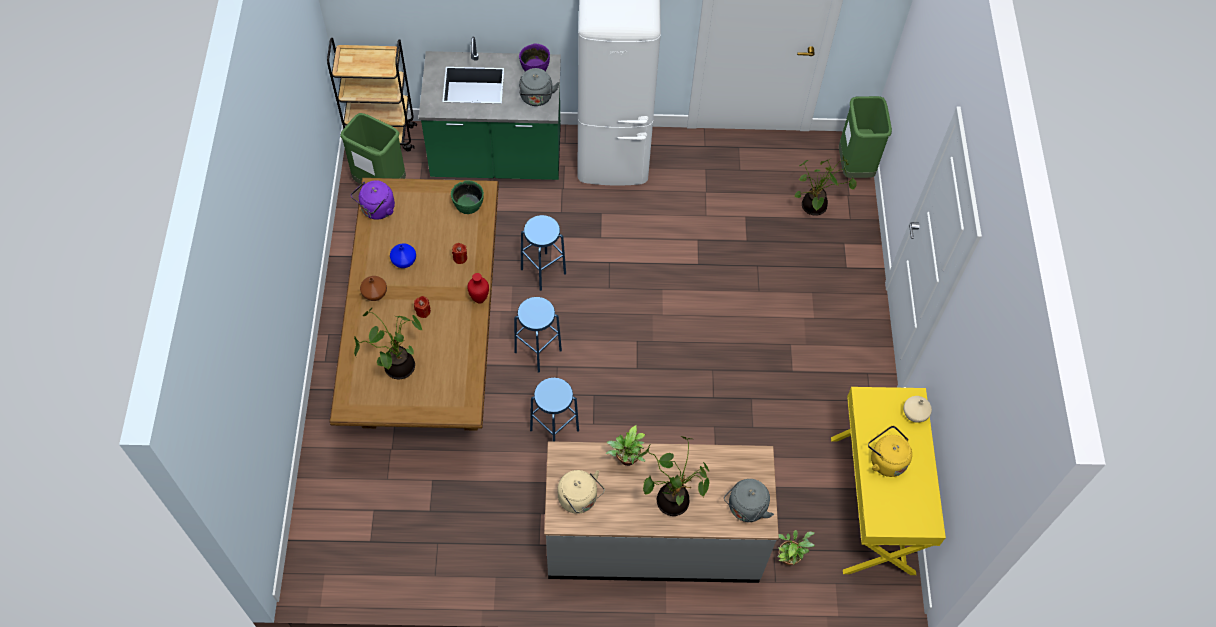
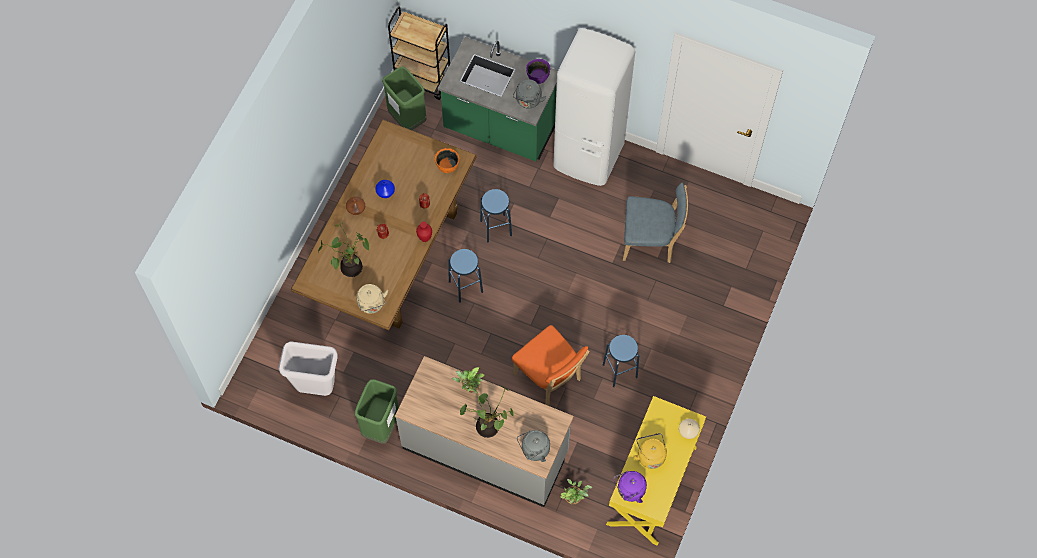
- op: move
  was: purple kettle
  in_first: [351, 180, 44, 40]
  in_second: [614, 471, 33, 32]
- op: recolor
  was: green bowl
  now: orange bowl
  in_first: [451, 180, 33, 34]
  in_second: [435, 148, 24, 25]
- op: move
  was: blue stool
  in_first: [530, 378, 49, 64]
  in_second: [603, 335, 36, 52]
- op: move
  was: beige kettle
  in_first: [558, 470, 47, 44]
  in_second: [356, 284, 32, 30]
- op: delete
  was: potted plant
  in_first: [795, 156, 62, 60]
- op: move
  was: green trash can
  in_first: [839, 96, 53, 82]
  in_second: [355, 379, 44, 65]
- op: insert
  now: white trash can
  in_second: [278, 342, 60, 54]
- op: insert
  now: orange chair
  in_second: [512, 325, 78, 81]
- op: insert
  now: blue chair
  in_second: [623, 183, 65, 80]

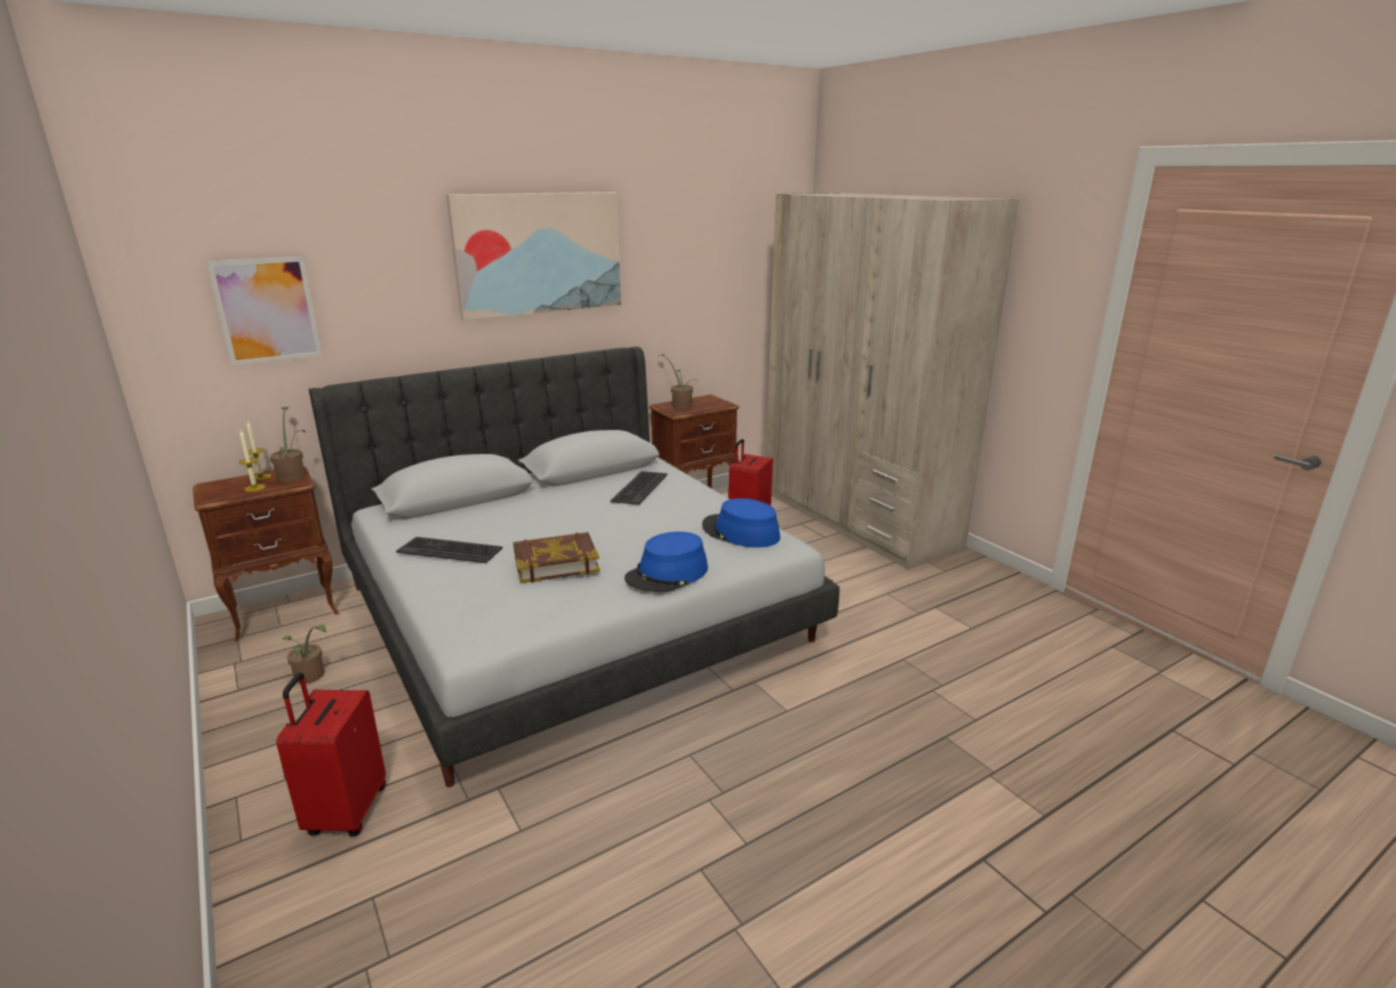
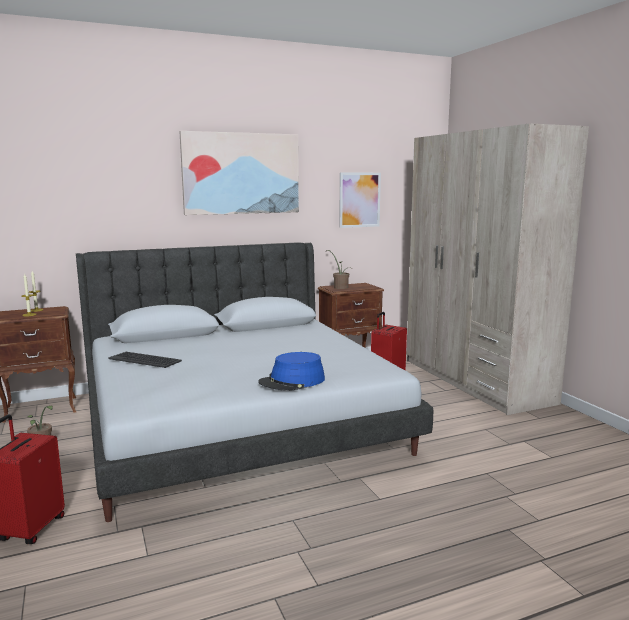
- op: move
  was: picture
  in_first: [207, 257, 115, 108]
  in_second: [339, 172, 42, 56]
- op: delete
  was: potted plant
  in_first: [270, 407, 36, 75]
- op: delete
  was: book
  in_first: [513, 532, 87, 51]
- op: delete
  was: keyboard
  in_first: [610, 471, 58, 34]
- op: delete
  was: blue hat
  in_first: [702, 498, 78, 50]

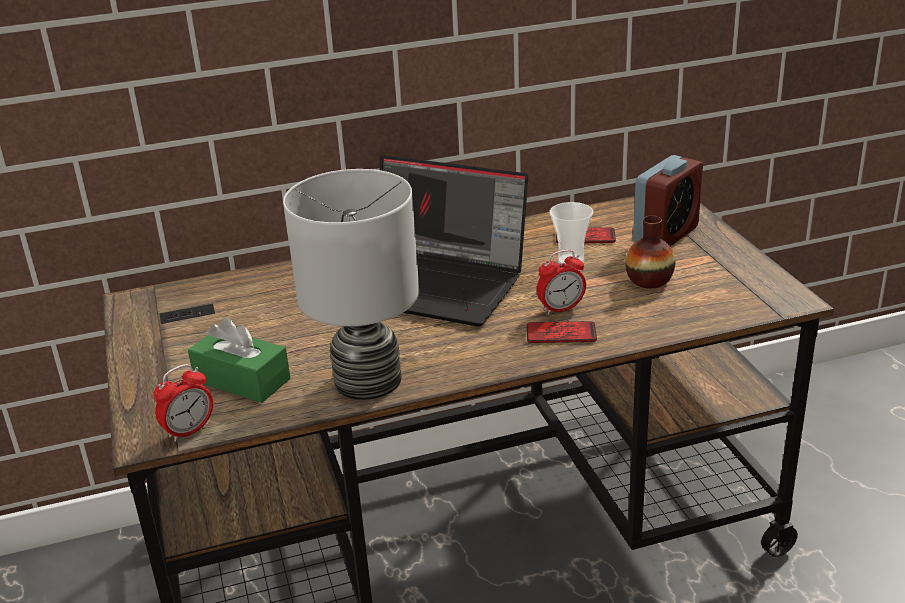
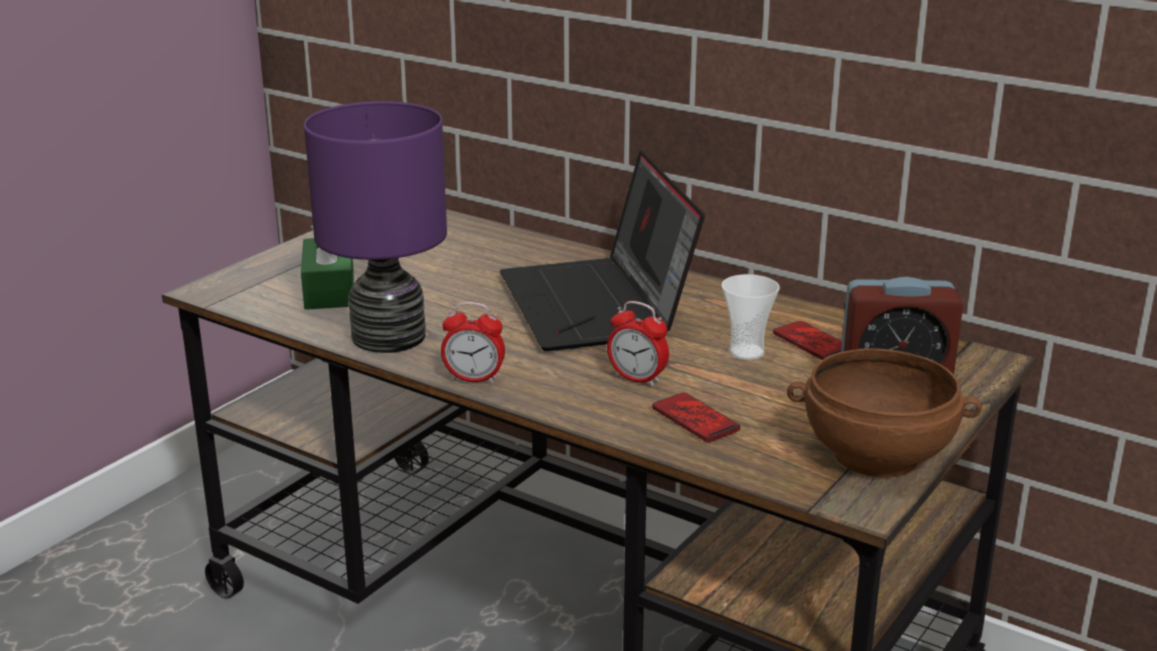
- op: move
  was: alarm clock
  in_first: [153, 364, 60, 78]
  in_second: [441, 302, 64, 82]
- op: recolor
  was: grey table lamp
  now: purple table lamp
  in_first: [283, 169, 136, 231]
  in_second: [304, 101, 143, 252]
- op: move
  was: phone
  in_first: [527, 321, 70, 22]
  in_second: [652, 393, 88, 49]
- op: delete
  was: vase
  in_first: [625, 215, 50, 73]
- op: insert
  now: brown bowl
  in_second: [787, 348, 195, 129]

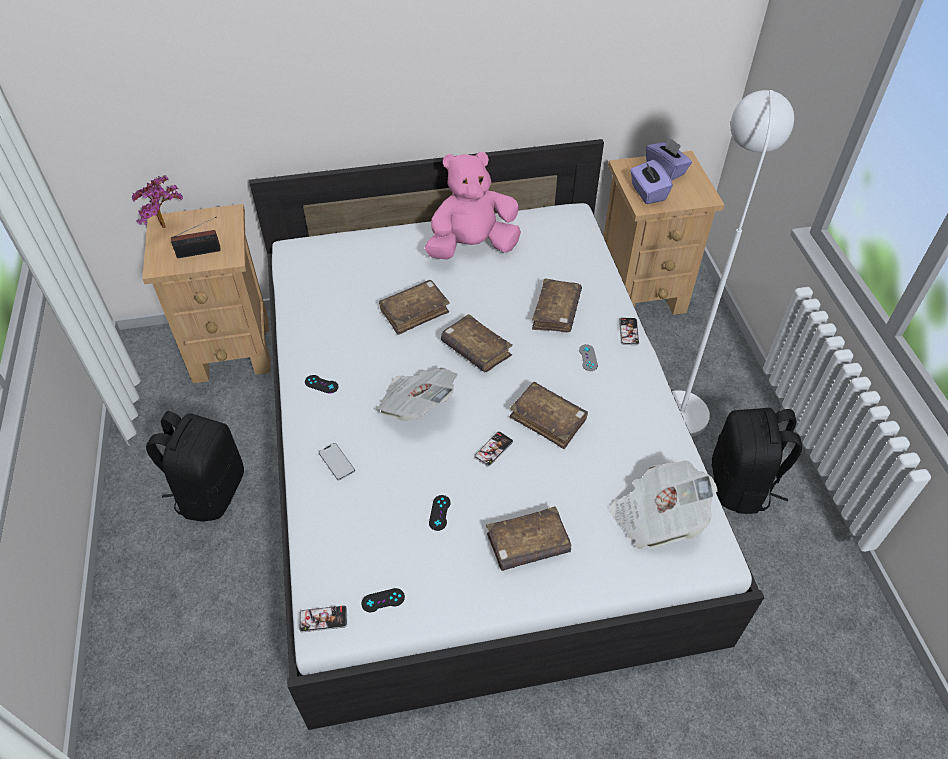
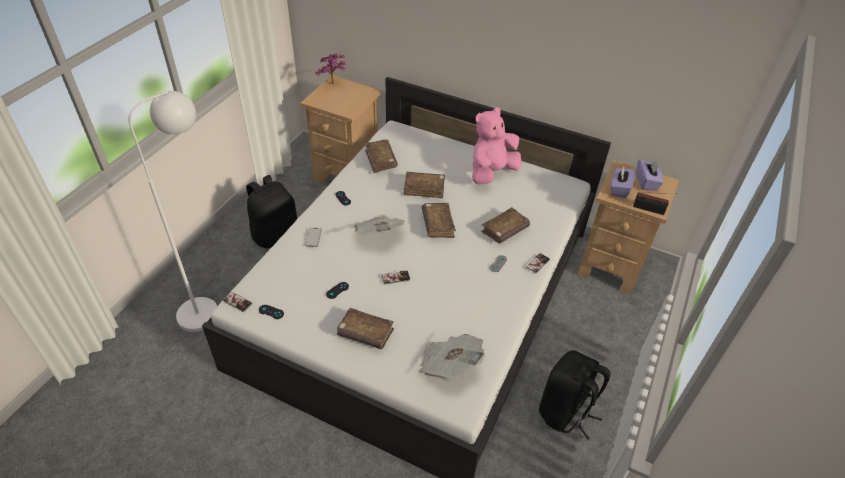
- op: move
  was: radio
  in_first: [171, 217, 50, 41]
  in_second: [633, 192, 44, 23]
- op: rotate
  was: pink plush toy
  in_first: [425, 152, 96, 108]
  in_second: [472, 107, 49, 78]
  clockwise: -60
- op: move
  was: brown book
  in_first: [509, 382, 79, 67]
  in_second: [365, 139, 33, 34]
- op: move
  was: white floor lamp
  in_first: [672, 90, 122, 347]
  in_second: [128, 91, 89, 241]

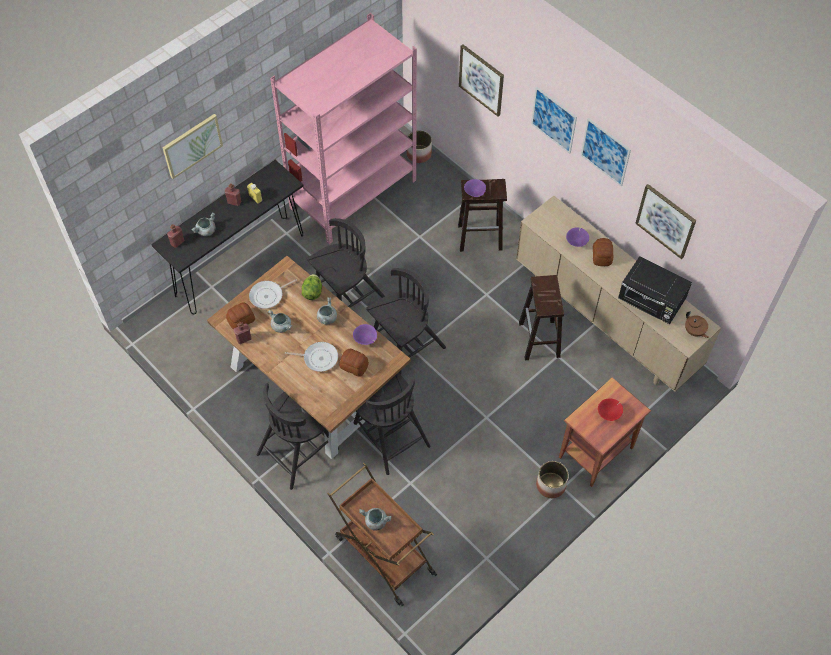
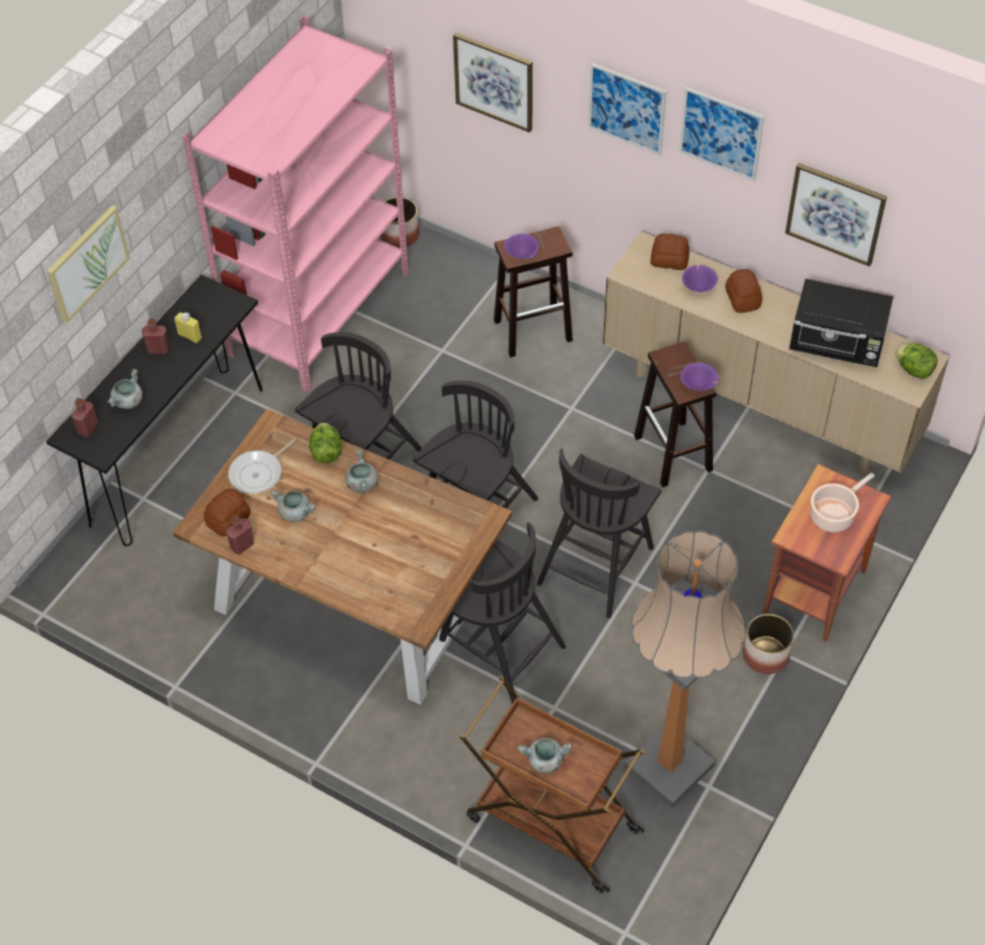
- op: move
  was: black chair
  in_first: [257, 383, 82, 107]
  in_second: [537, 448, 125, 170]
- op: delete
  was: frying pan
  in_first: [285, 342, 53, 30]
- op: move
  was: bread
  in_first: [339, 349, 30, 28]
  in_second: [651, 233, 38, 37]
- op: move
  was: purple bowl
  in_first: [353, 324, 24, 21]
  in_second: [681, 362, 38, 29]
- op: replace
  was: red bowl
  now: cooking pot
  in_first: [598, 398, 25, 23]
  in_second: [811, 473, 64, 59]
- op: replace
  was: brown teapot
  now: lettuce
  in_first: [685, 311, 24, 27]
  in_second: [895, 343, 43, 36]
- op: insert
  now: floor lamp
  in_second: [624, 530, 122, 278]

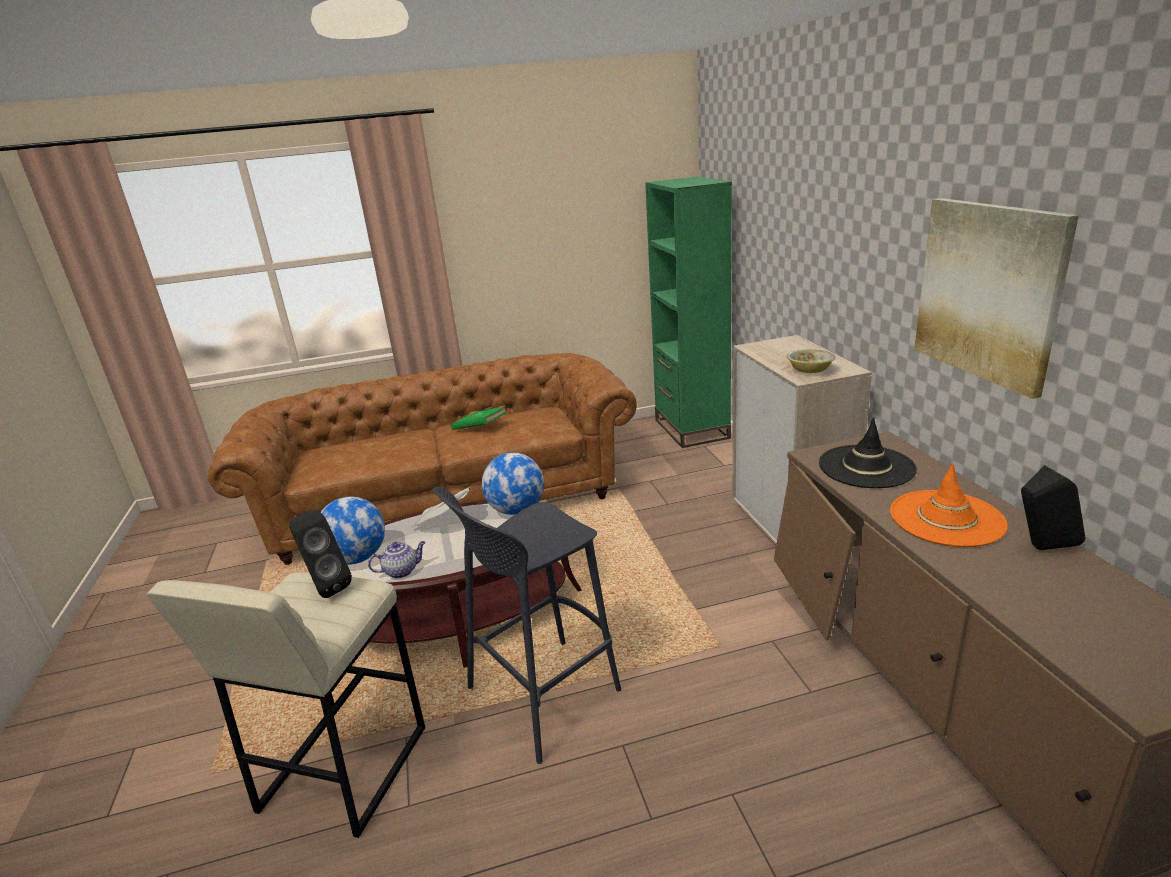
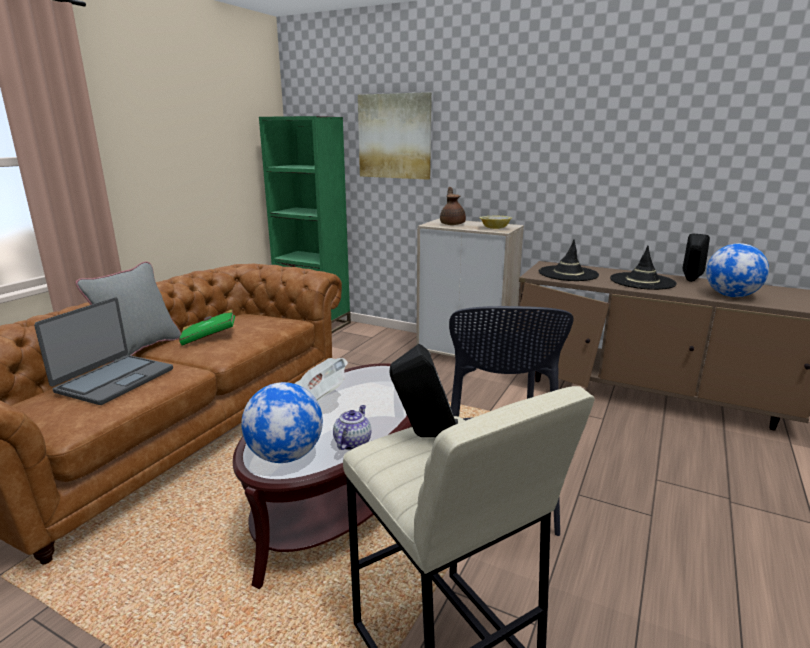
- op: move
  was: globe
  in_first: [482, 452, 62, 63]
  in_second: [706, 243, 63, 54]
- op: recolor
  was: orange hat
  now: black hat
  in_first: [890, 462, 118, 85]
  in_second: [610, 246, 67, 44]
- op: move
  was: picture
  in_first: [914, 198, 165, 201]
  in_second: [358, 92, 74, 88]
- op: insert
  now: laptop
  in_second: [34, 297, 139, 108]
- op: insert
  now: grey pillow
  in_second: [75, 261, 106, 101]
- op: insert
  now: brown teapot
  in_second: [440, 187, 26, 38]

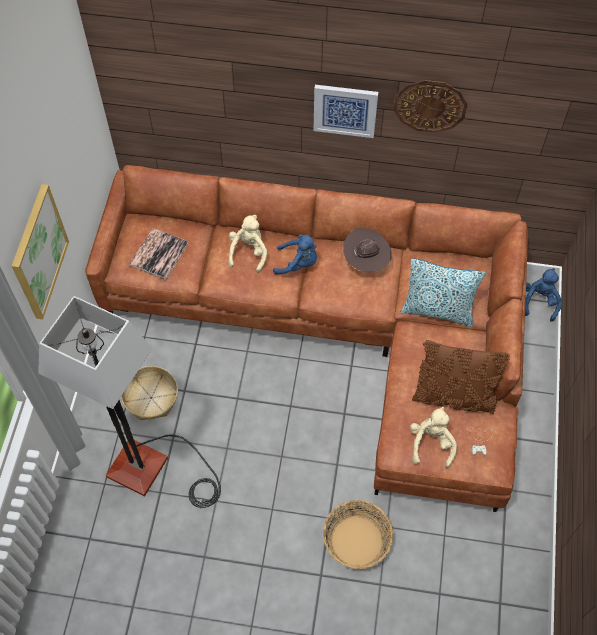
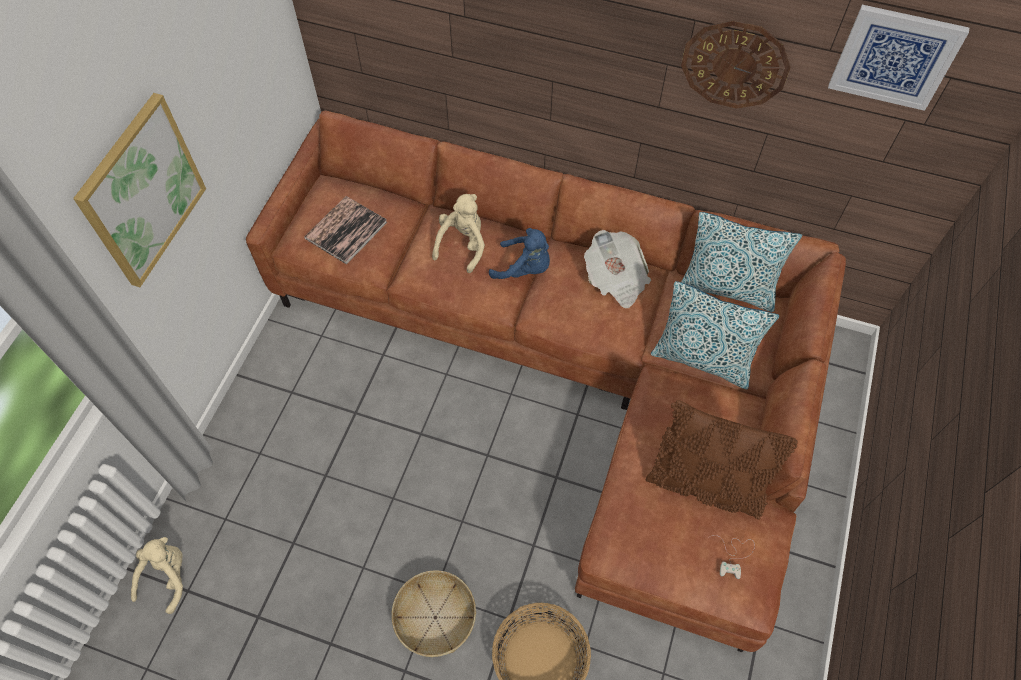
- op: delete
  was: floor lamp
  in_first: [38, 296, 183, 212]
- op: move
  was: basket
  in_first: [121, 366, 57, 54]
  in_second: [391, 570, 85, 87]
- op: move
  was: picture
  in_first: [314, 85, 64, 53]
  in_second: [828, 5, 141, 106]
- op: replace
  was: brown hat
  now: newspaper
  in_first: [343, 228, 49, 44]
  in_second: [584, 230, 67, 78]
- op: move
  was: beige plush toy
  in_first: [410, 407, 47, 61]
  in_second: [131, 537, 52, 77]
- op: delete
  was: blue plush toy
  in_first: [525, 268, 37, 54]
- op: insert
  now: pillow
  in_second: [681, 212, 121, 100]

